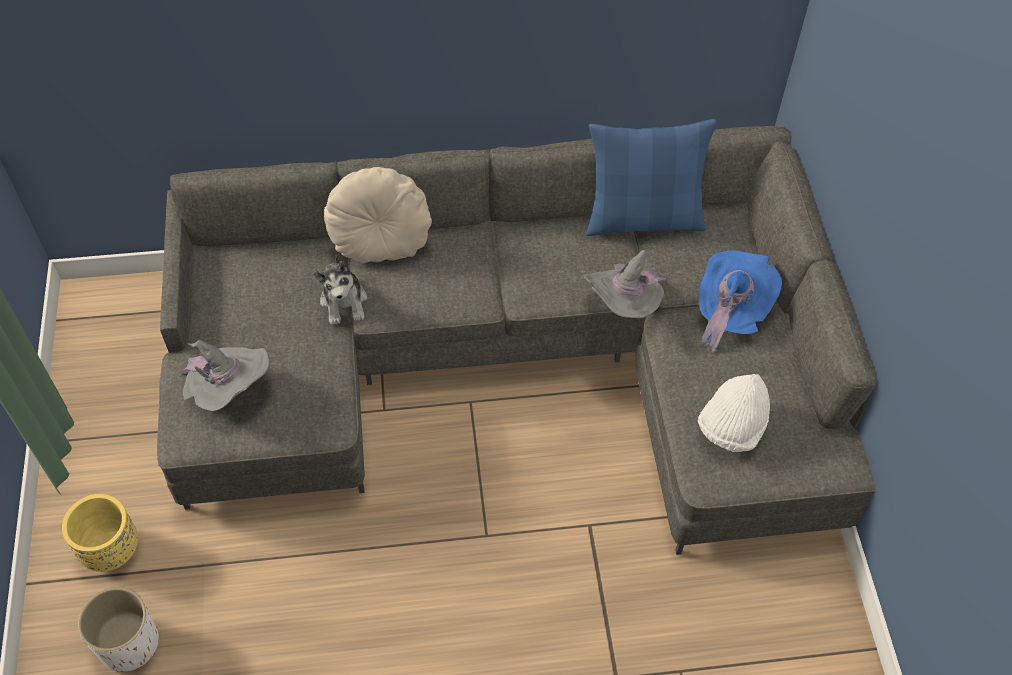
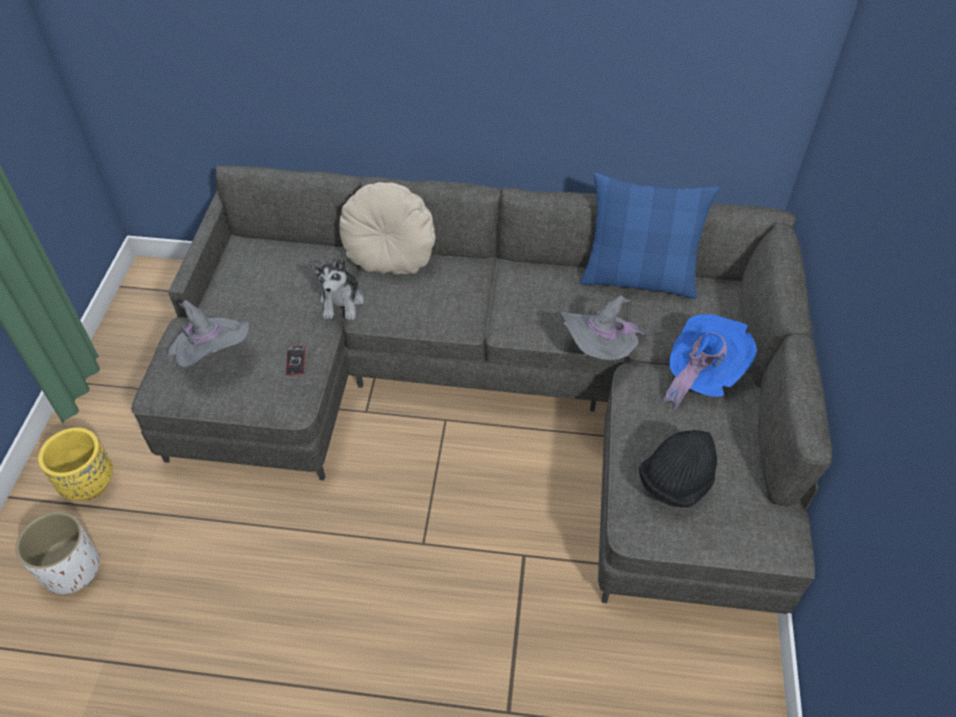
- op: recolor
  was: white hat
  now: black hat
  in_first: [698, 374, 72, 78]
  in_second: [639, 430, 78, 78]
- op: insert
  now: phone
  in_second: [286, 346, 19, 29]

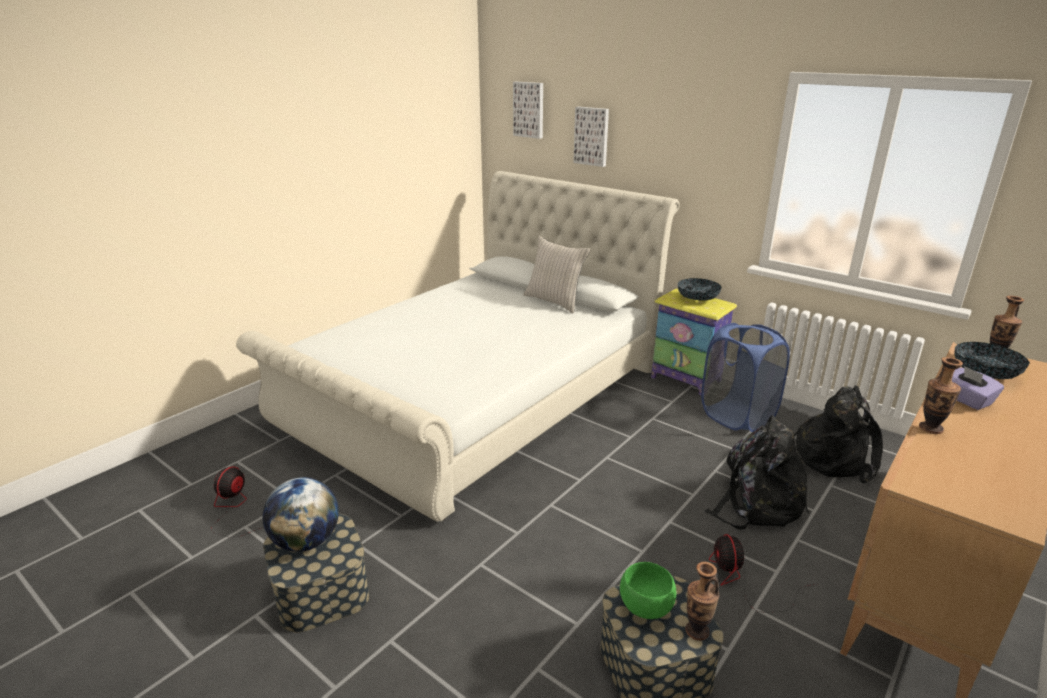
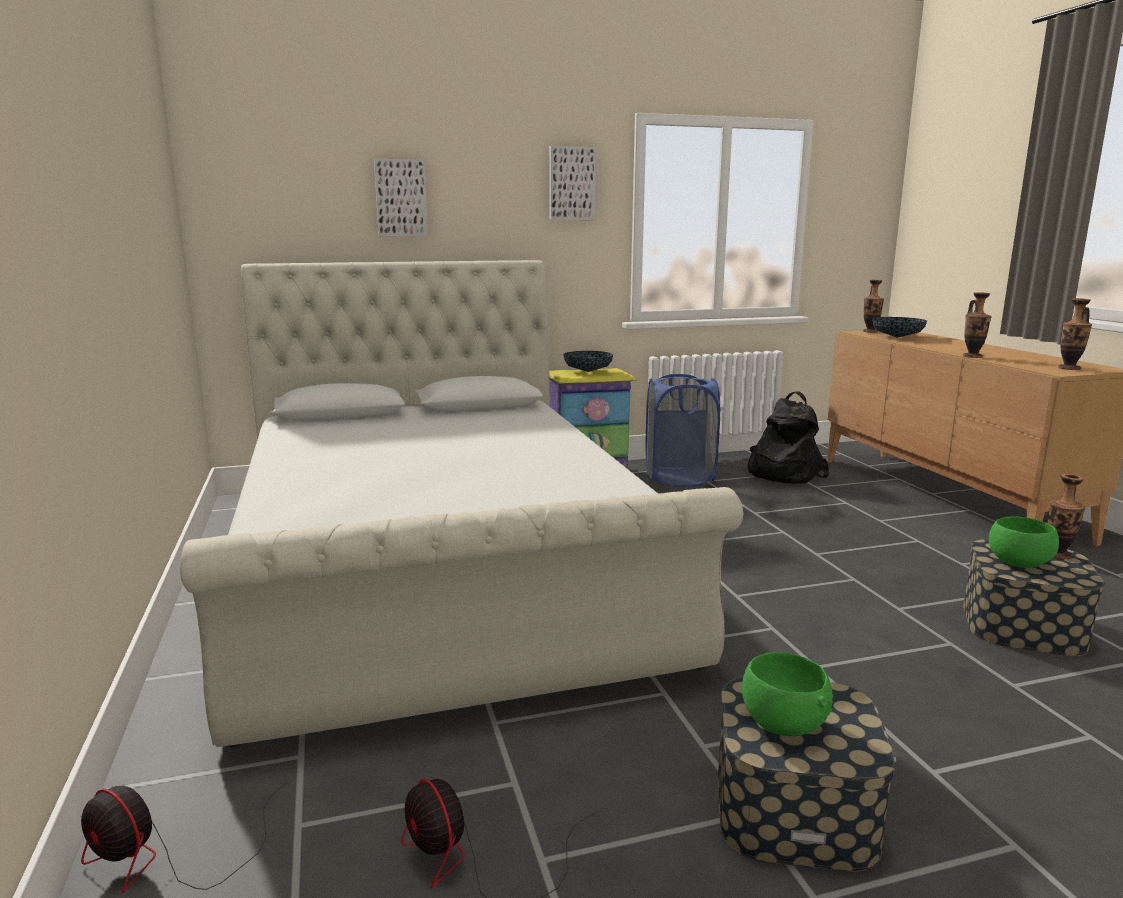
- op: replace
  was: globe
  now: green bowl
  in_first: [263, 477, 76, 75]
  in_second: [742, 652, 91, 84]
- op: move
  was: picture
  in_first: [513, 82, 30, 57]
  in_second: [549, 146, 47, 74]
- op: delete
  was: beige pillow
  in_first: [523, 236, 67, 78]
- op: delete
  was: black backpack
  in_first: [705, 415, 104, 115]
- op: move
  was: fan
  in_first: [709, 534, 109, 79]
  in_second: [81, 781, 208, 112]
- op: delete
  was: purple tissue box
  in_first: [952, 366, 52, 44]
- op: insert
  now: vase
  in_second: [1058, 298, 34, 72]

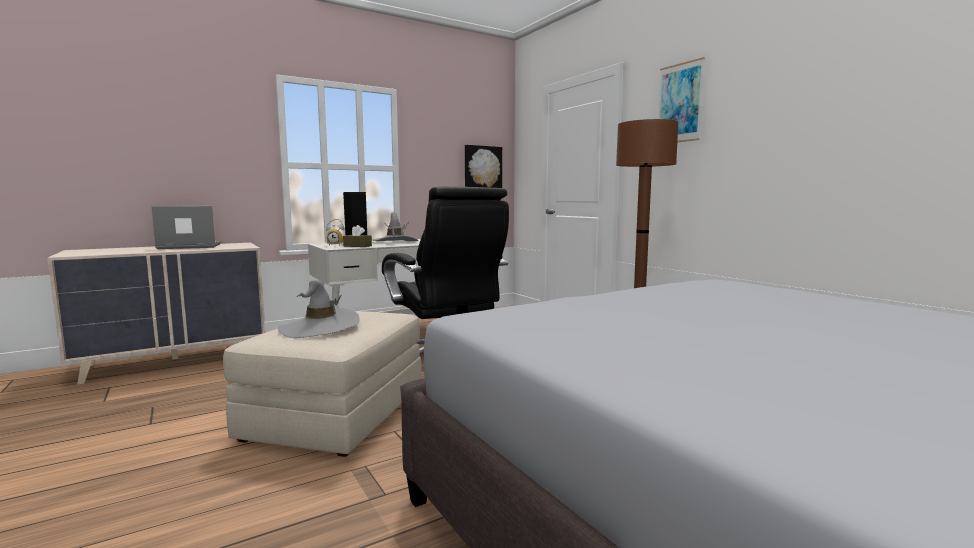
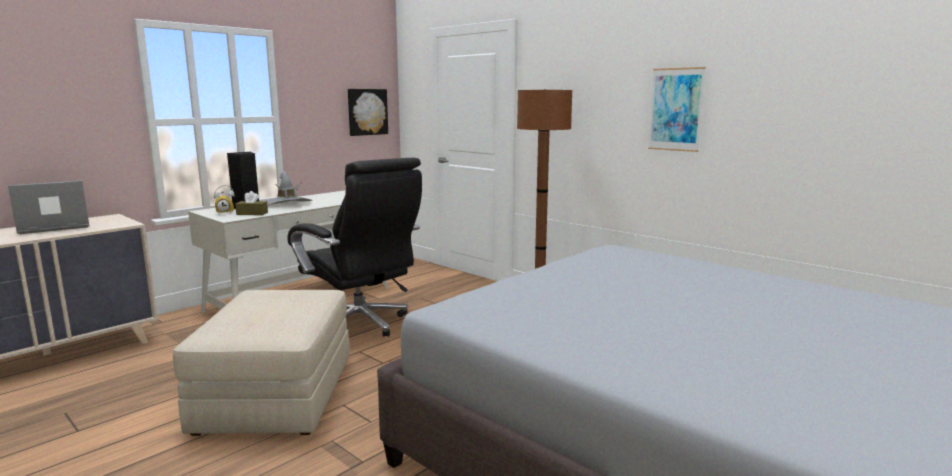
- op: delete
  was: grey hat
  in_first: [278, 280, 82, 58]
- op: move
  was: picture
  in_first: [658, 57, 47, 86]
  in_second: [648, 67, 58, 85]

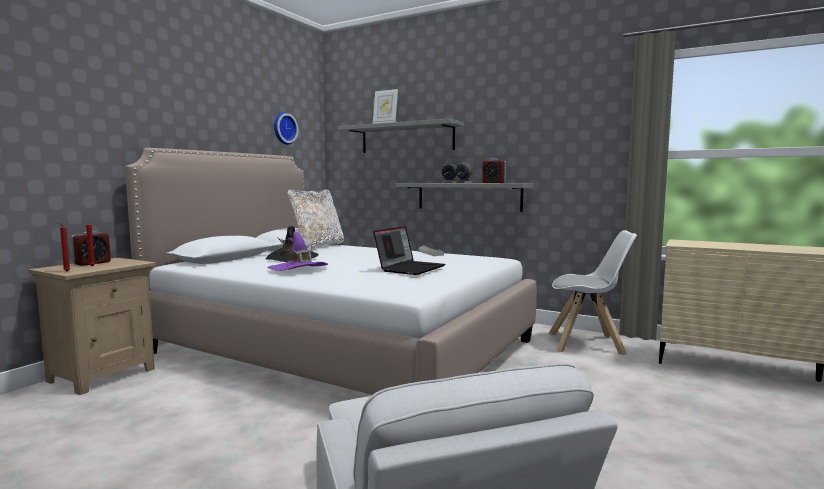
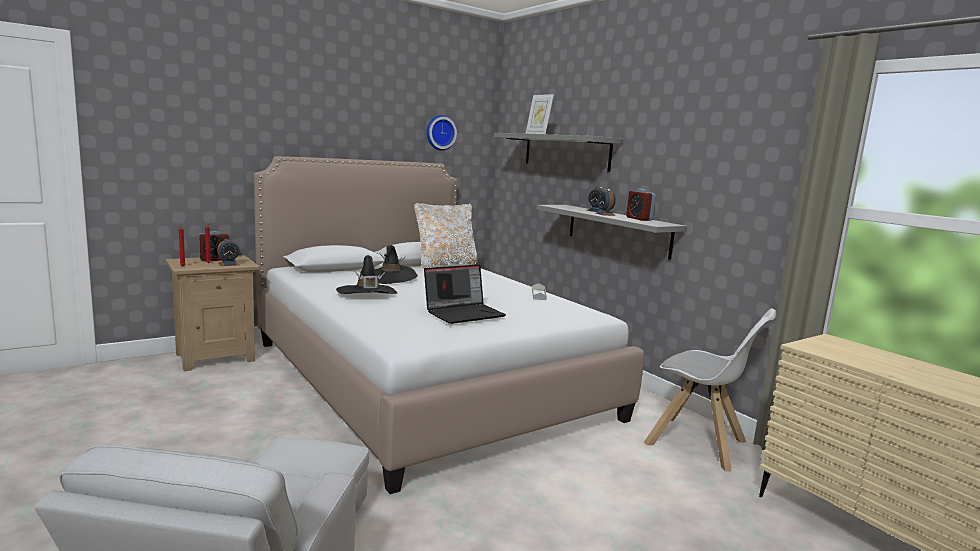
- op: recolor
  was: purple hat
  now: black hat
  in_first: [267, 231, 61, 40]
  in_second: [336, 255, 61, 39]
- op: insert
  now: alarm clock
  in_second: [217, 239, 23, 27]

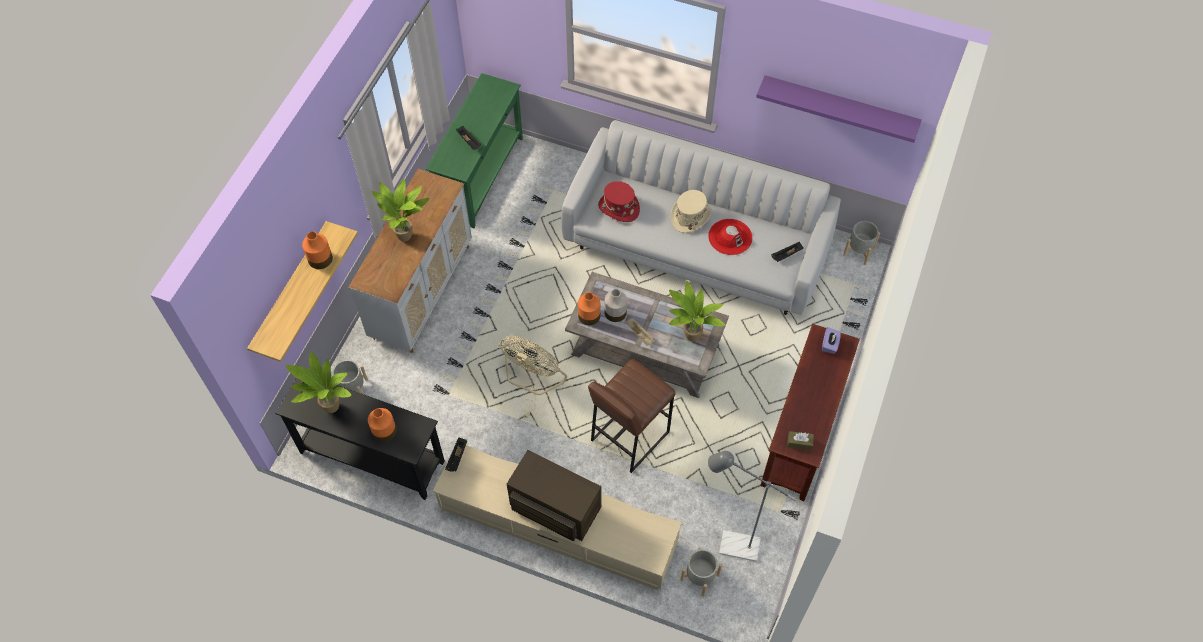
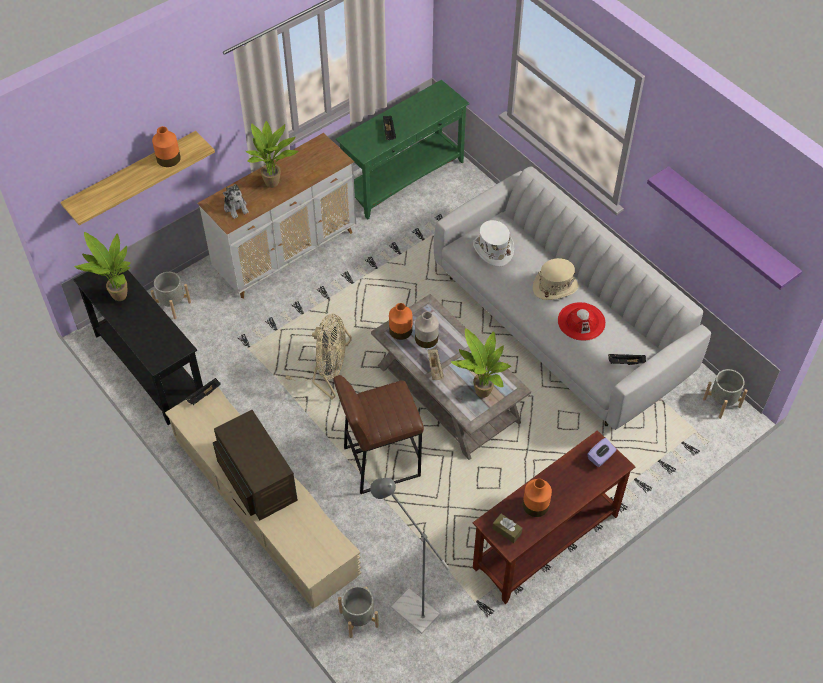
- op: move
  was: orange vase
  in_first: [368, 408, 29, 34]
  in_second: [523, 479, 29, 38]
- op: rotate
  was: beige fan
  in_first: [498, 336, 69, 82]
  in_second: [285, 313, 67, 86]
  clockwise: 45
- op: recolor
  was: red hat
  now: white hat
  in_first: [598, 181, 42, 41]
  in_second: [473, 220, 41, 47]
- op: insert
  now: plush toy
  in_second: [223, 184, 26, 35]

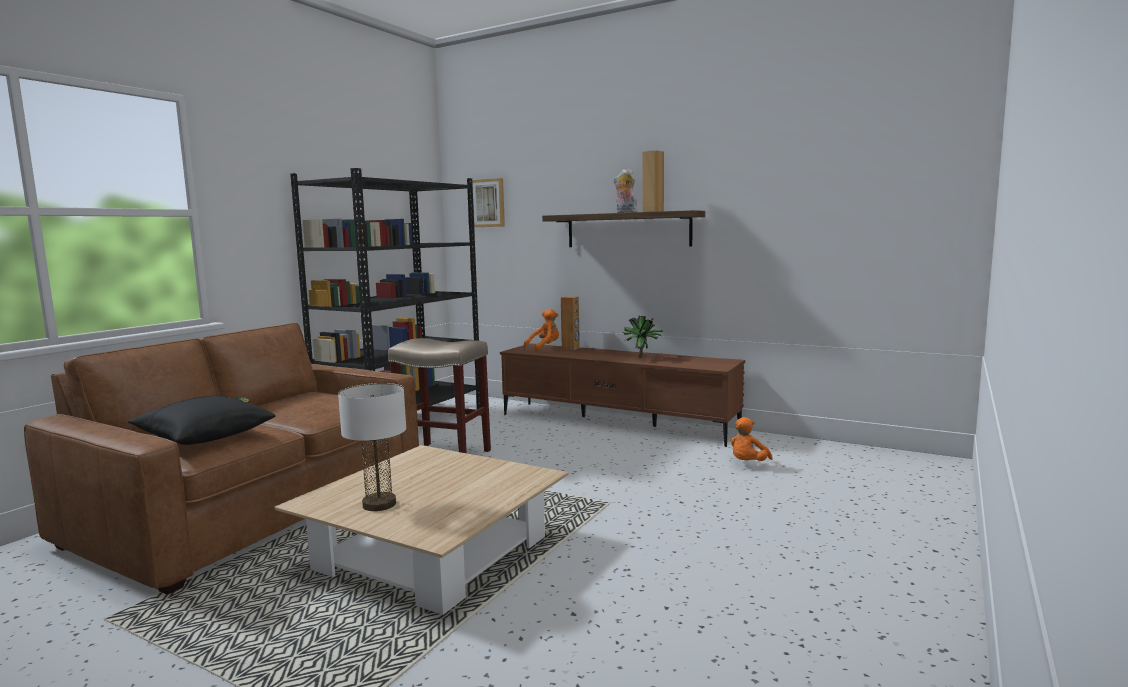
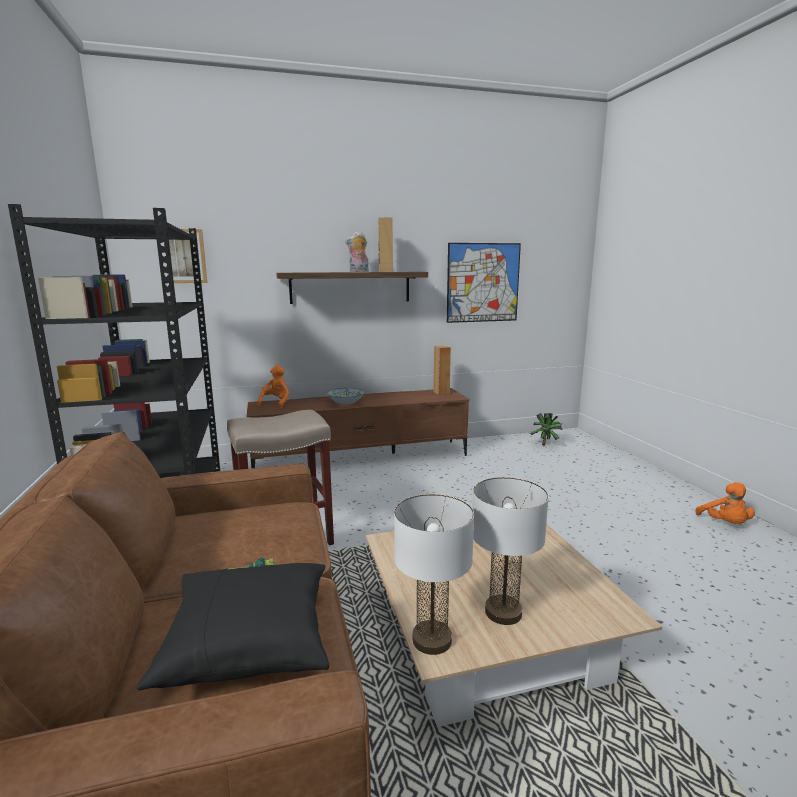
- op: move
  was: brown speaker
  in_first: [561, 296, 19, 54]
  in_second: [433, 346, 18, 49]
- op: move
  was: potted plant
  in_first: [623, 316, 39, 42]
  in_second: [530, 413, 32, 33]
- op: move
  was: orange plush toy
  in_first: [731, 417, 42, 44]
  in_second: [695, 482, 60, 42]
- op: insert
  now: bowl
  in_second: [327, 388, 38, 17]
- op: insert
  now: table lamp
  in_second: [394, 494, 80, 161]
- op: insert
  now: picture
  in_second: [447, 243, 74, 80]

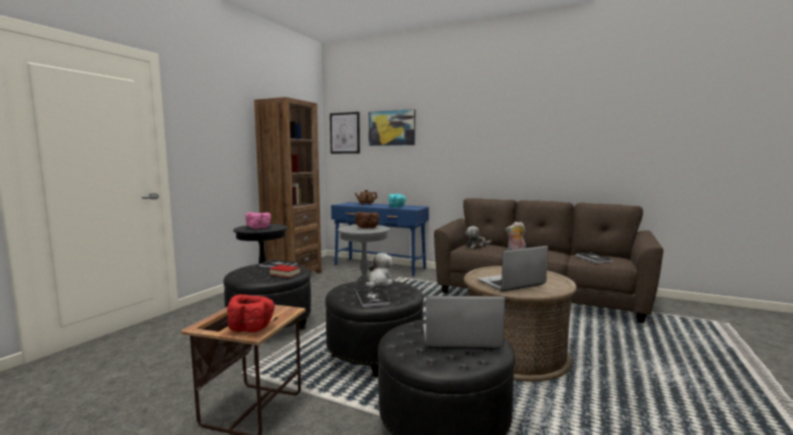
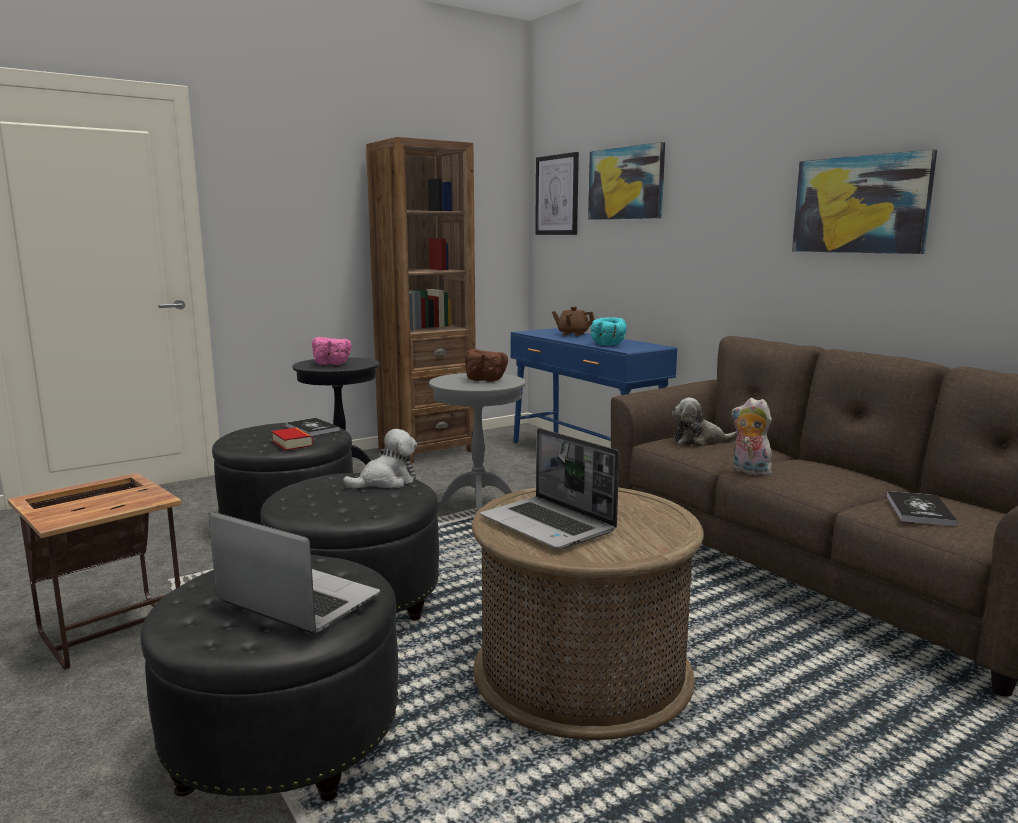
- op: delete
  was: red bowl
  in_first: [227, 294, 48, 39]
- op: delete
  was: book
  in_first: [356, 289, 34, 18]
- op: rotate
  was: laptop
  in_first: [477, 246, 71, 46]
  in_second: [480, 428, 139, 121]
  clockwise: -135
- op: insert
  now: picture
  in_second: [792, 149, 145, 105]

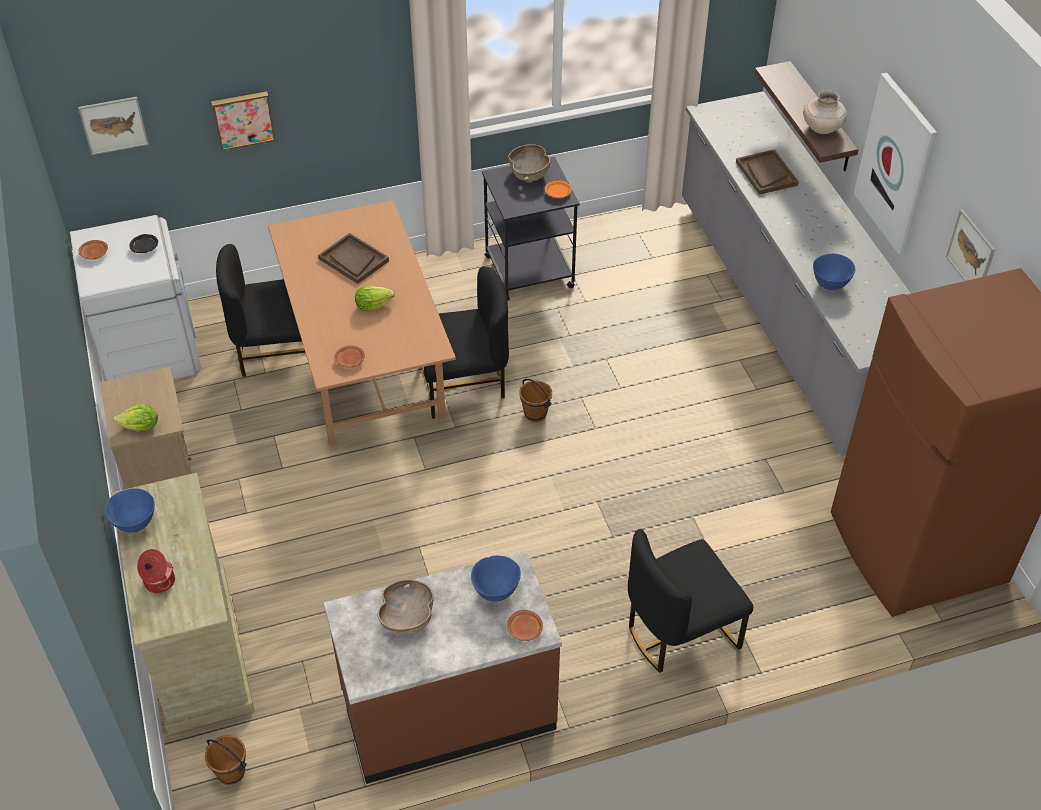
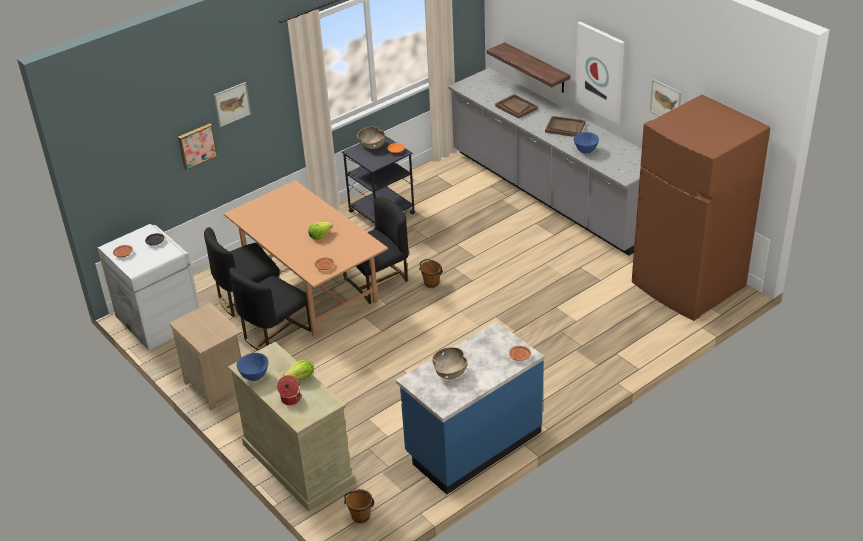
- op: move
  was: picture
  in_first: [78, 97, 71, 58]
  in_second: [214, 82, 37, 45]
- op: move
  was: lettuce
  in_first: [113, 404, 45, 27]
  in_second: [283, 360, 31, 21]
- op: move
  was: brown tray
  in_first: [318, 233, 71, 51]
  in_second: [545, 116, 41, 21]
- op: recolor
  was: brown counter
  now: blue counter
  in_first: [324, 550, 238, 234]
  in_second: [396, 321, 148, 174]
- op: delete
  was: blue bowl
  in_first: [471, 555, 50, 47]
- op: move
  was: black chair
  in_first: [628, 529, 125, 144]
  in_second: [229, 267, 83, 83]
- op: delete
  was: beige vase
  in_first: [803, 90, 44, 44]

